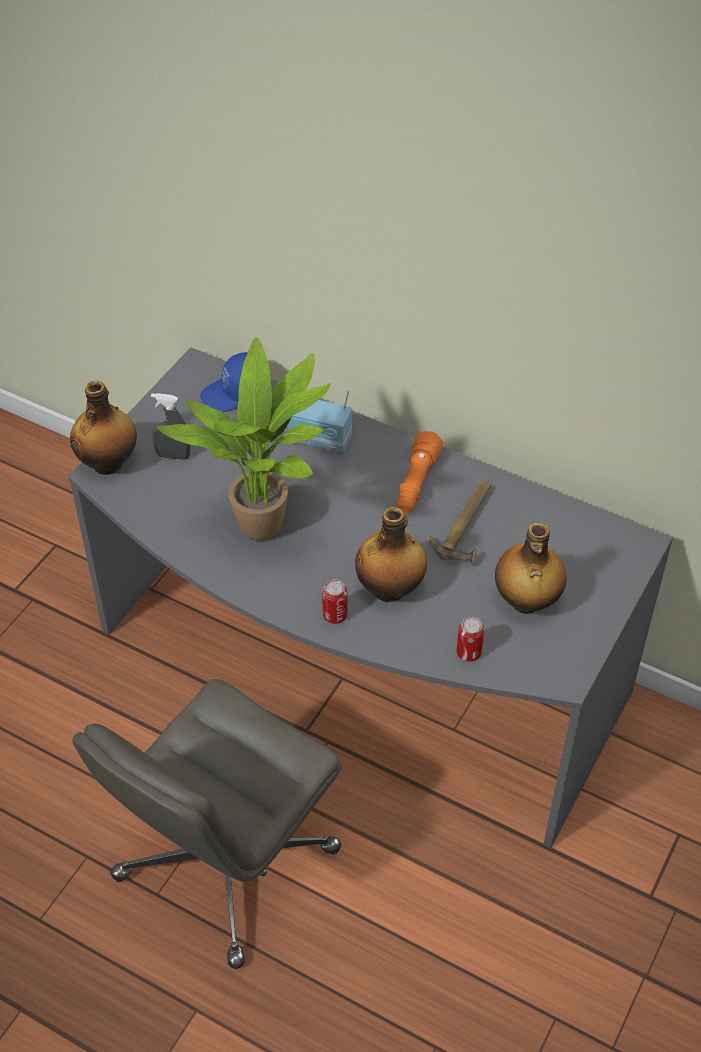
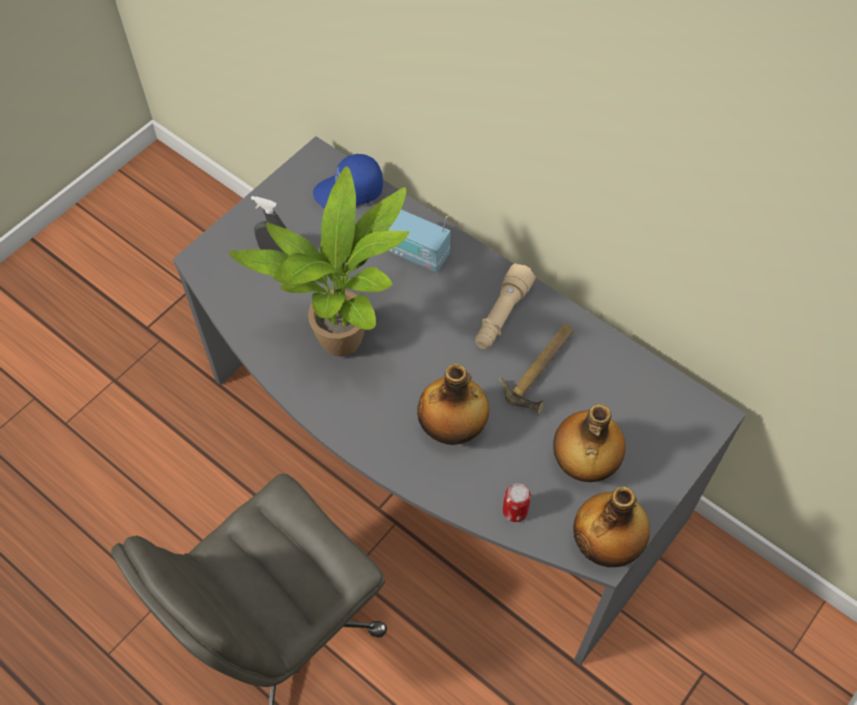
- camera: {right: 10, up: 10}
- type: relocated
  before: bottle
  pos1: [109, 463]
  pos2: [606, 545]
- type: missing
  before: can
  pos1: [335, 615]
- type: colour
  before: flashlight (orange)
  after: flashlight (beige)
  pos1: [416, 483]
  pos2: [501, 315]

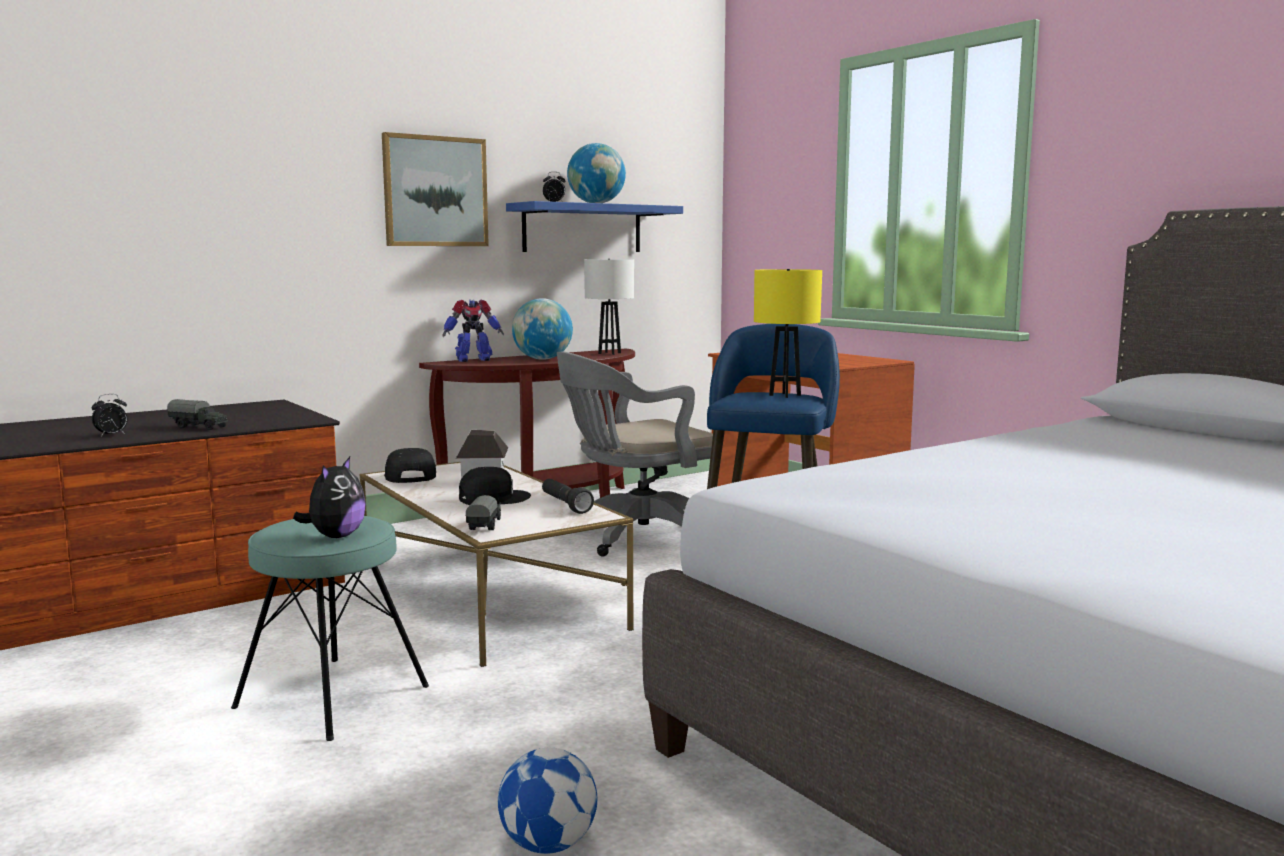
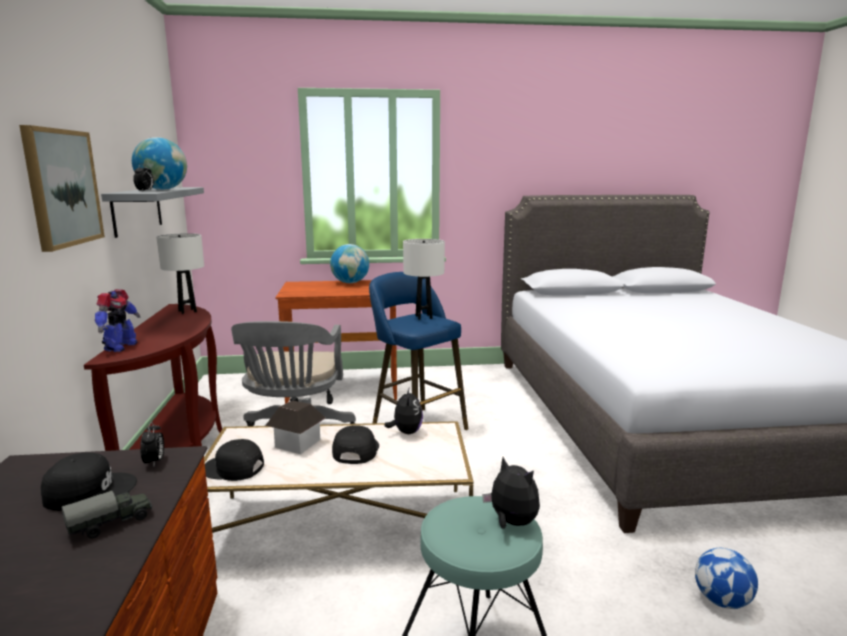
- camera: {right: -60, up: 5}
- type: relocated
  before: alarm clock
  pos1: [112, 435]
  pos2: [154, 462]
- type: missing
  before: toy truck
  pos1: [485, 525]
- type: colour
  before: shelf (blue)
  after: shelf (grey)
  pos1: [582, 228]
  pos2: [137, 210]
- type: relocated
  before: globe
  pos1: [543, 359]
  pos2: [350, 283]
- type: exchanged
  before: flashlight (black)
  after: plush toy
  pos1: [565, 505]
  pos2: [406, 432]
- type: colour
  before: table lamp (yellow)
  after: table lamp (white)
  pos1: [785, 395]
  pos2: [424, 317]
- type: appeared
  after: cap (black)
  pos2: [90, 490]

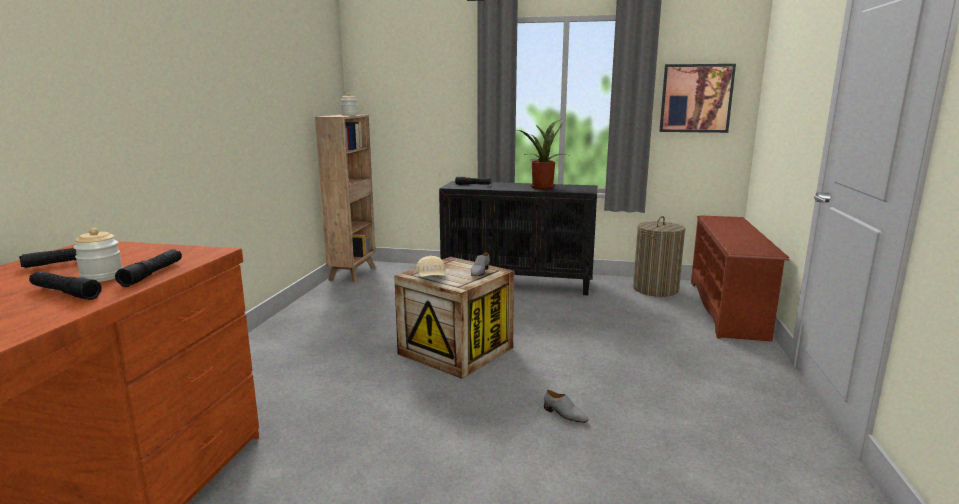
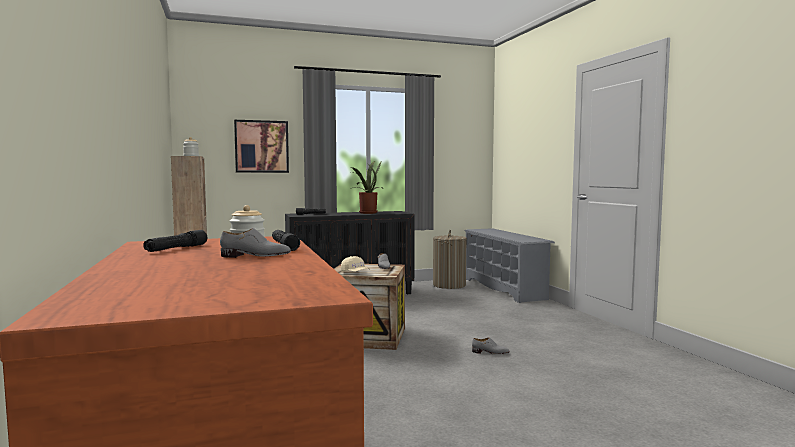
- camera: {right: -30, up: -10}
- type: exchanged
  before: flashlight (black)
  after: shoe (grey)
  pos1: [65, 293]
  pos2: [255, 256]
- type: relocated
  before: picture
  pos1: [696, 98]
  pos2: [261, 146]
- type: colour
  before: shoe rack (brown)
  after: shoe rack (grey)
  pos1: [728, 309]
  pos2: [504, 288]

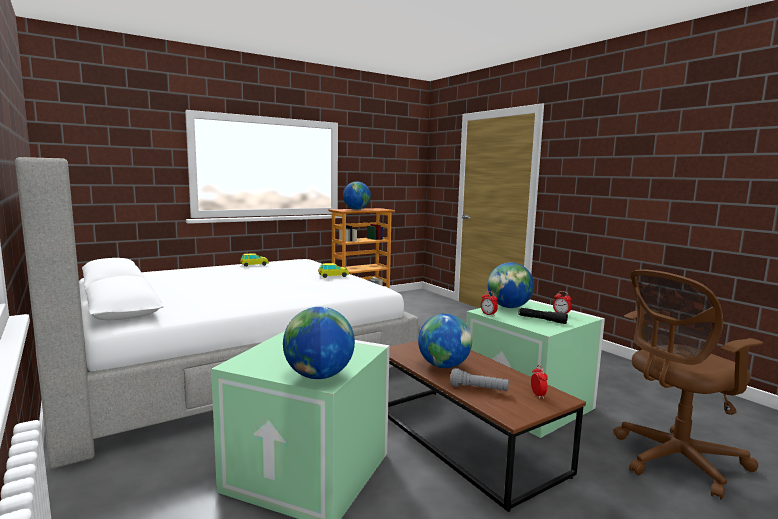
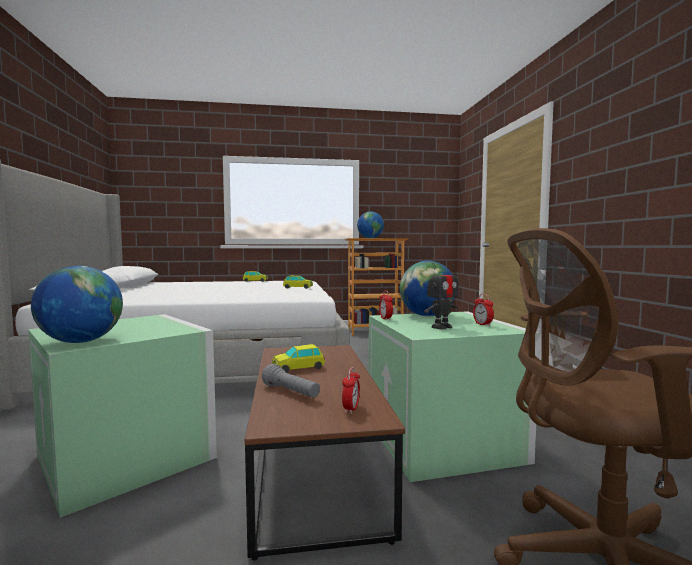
- camera: {right: 25, up: -5}
- type: exchanged
  before: globe
  after: toy car
  pos1: [443, 366]
  pos2: [298, 368]
- type: exchanged
  before: flashlight (black)
  after: toy robot
  pos1: [542, 320]
  pos2: [441, 327]

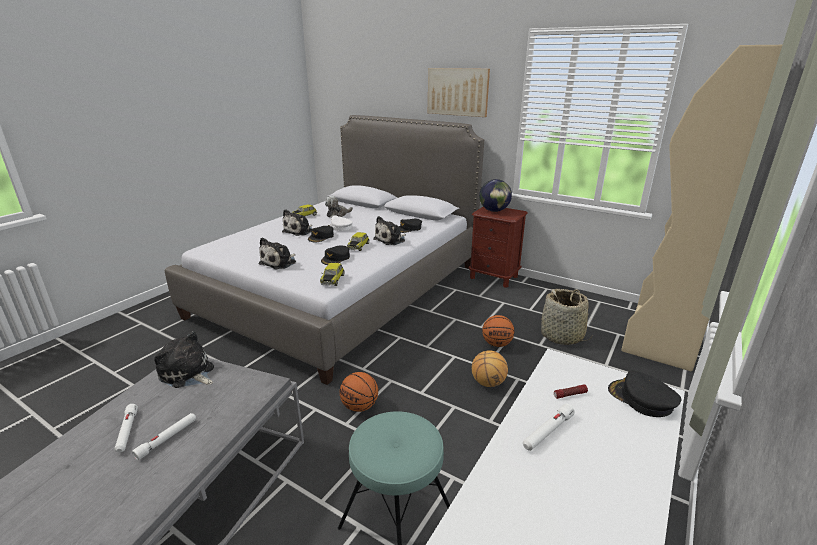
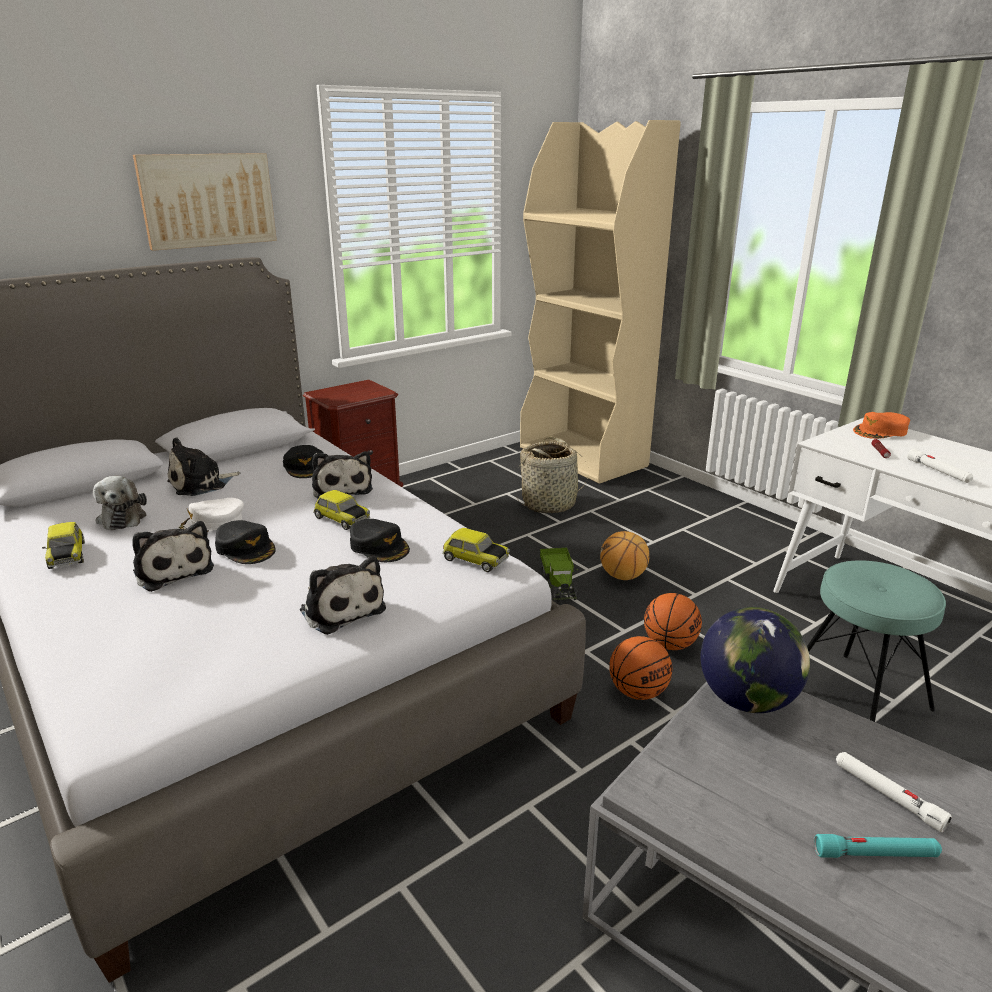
- camera: {right: -70, up: 0}
- type: colour
  before: flashlight (white)
  after: flashlight (turquoise)
  pos1: [127, 432]
  pos2: [876, 854]
- type: relocated
  before: plush toy
  pos1: [188, 373]
  pos2: [201, 484]
- type: relocated
  before: globe
  pos1: [494, 211]
  pos2: [746, 700]
- type: relocated
  before: basketball
  pos1: [496, 344]
  pos2: [669, 644]
- type: colour
  before: cap (black)
  after: cap (orange)
  pos1: [641, 399]
  pos2: [880, 431]
- type: appeared
  after: toy truck
  pos2: [559, 583]

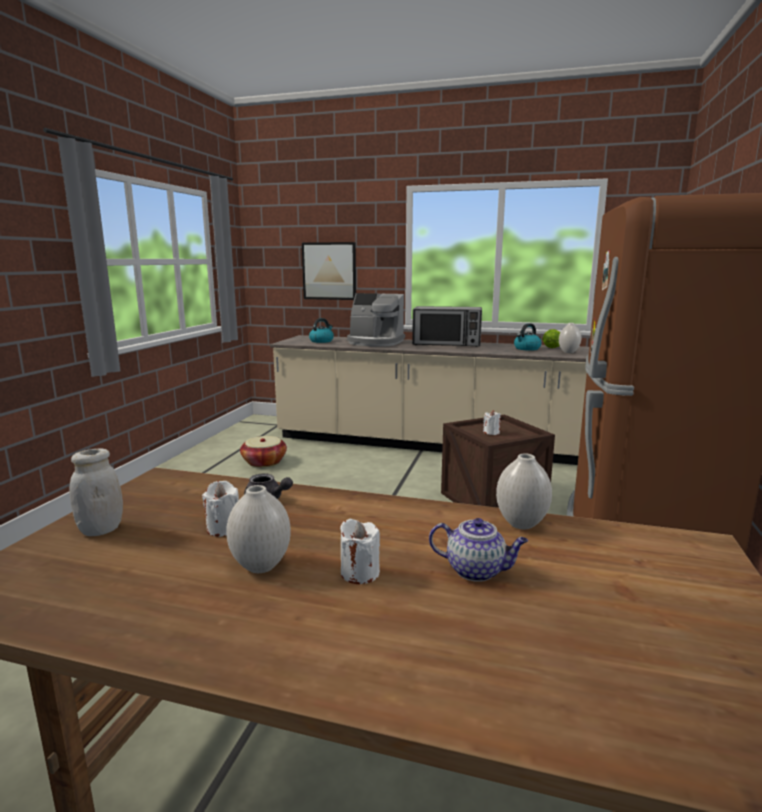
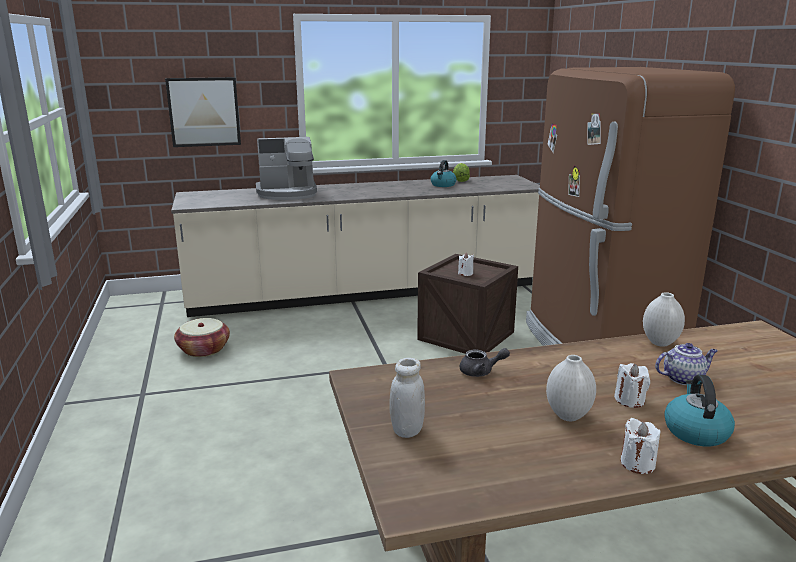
- camera: {right: -30, up: 5}
- type: relocated
  before: candle (white)
  pos1: [224, 528]
  pos2: [637, 464]
- type: relocated
  before: kettle
  pos1: [321, 341]
  pos2: [695, 431]
- type: missing
  before: microwave
  pos1: [446, 344]
- type: missing
  before: vase (white)
  pos1: [568, 352]

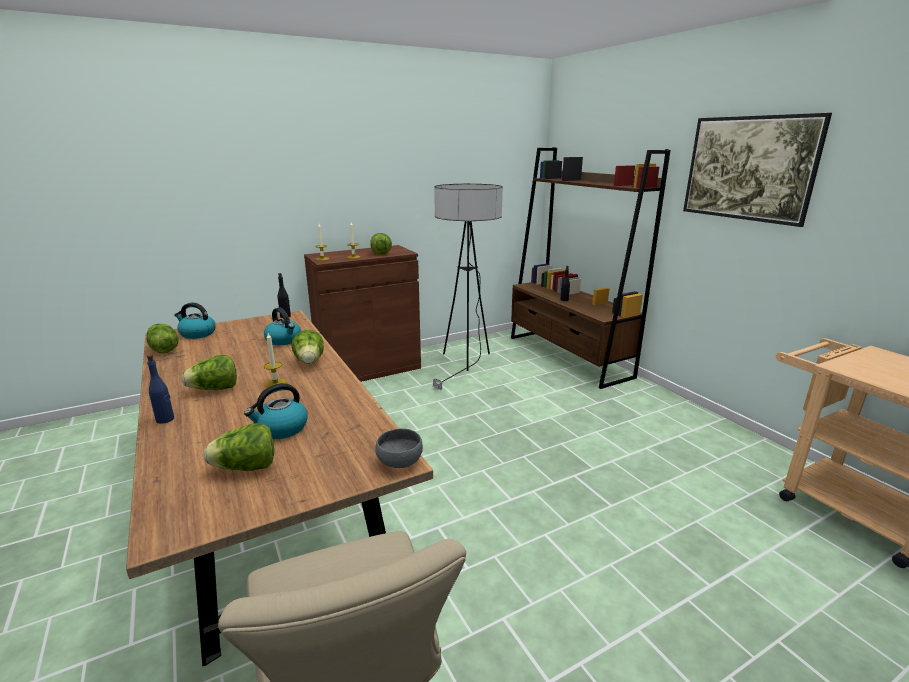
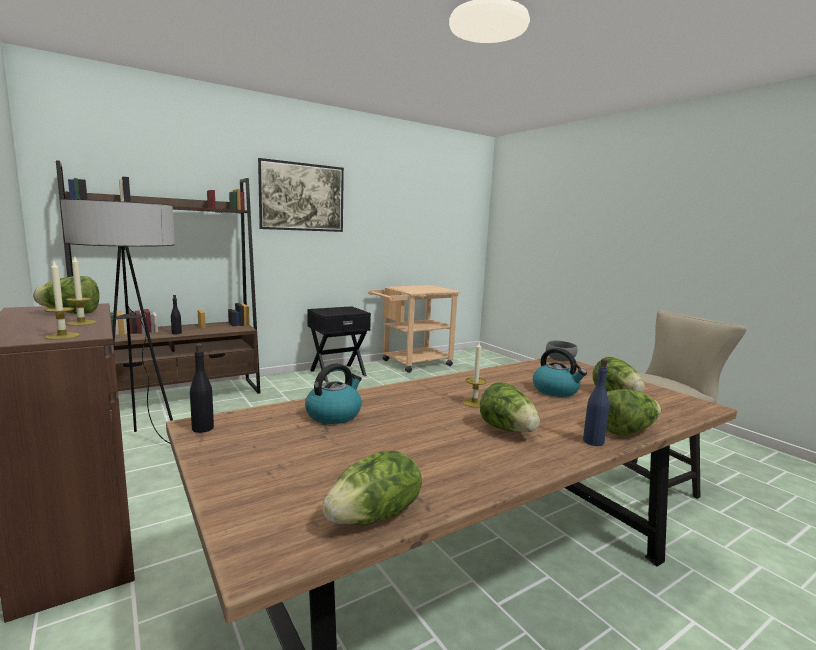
- camera: {right: -95, up: -10}
- type: missing
  before: kettle
  pos1: [197, 334]
- type: relocated
  before: lettuce
  pos1: [310, 362]
  pos2: [626, 431]
- type: appeared
  after: nightstand (black)
  pos2: [337, 372]

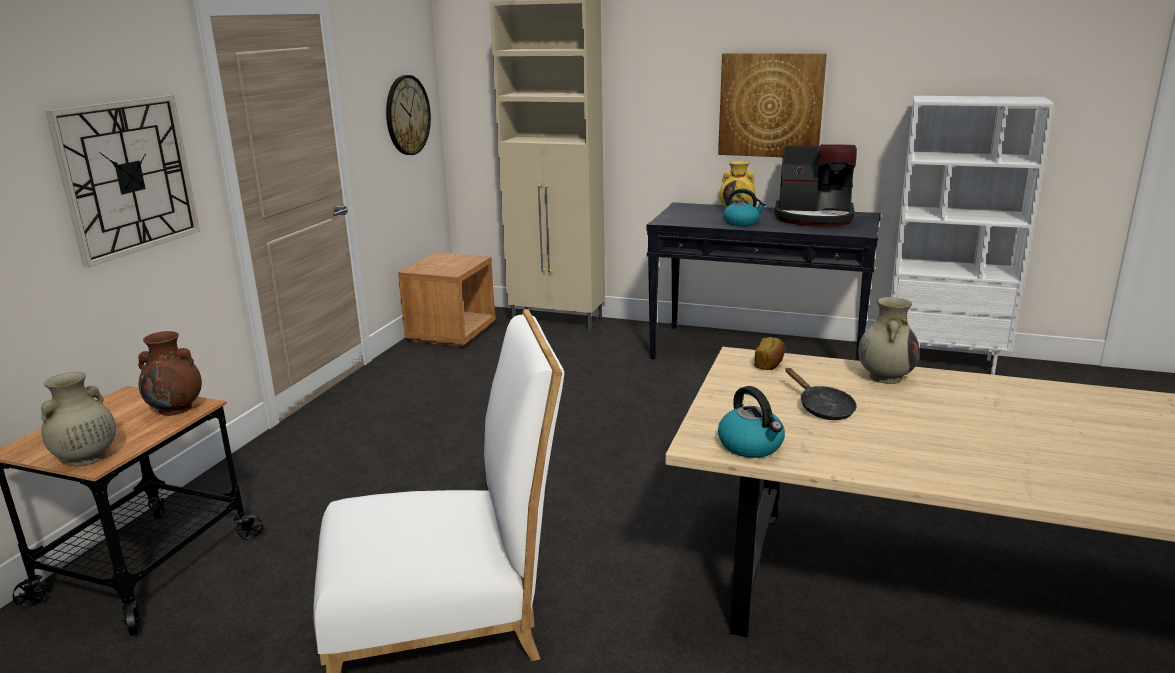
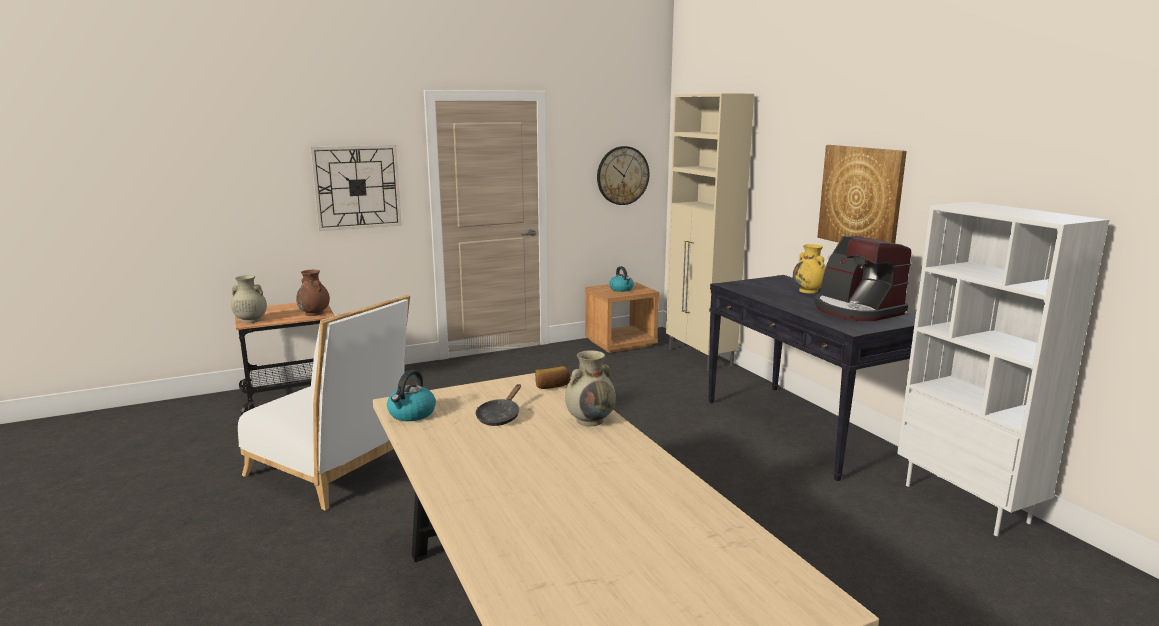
- camera: {right: 45, up: -5}
- type: relocated
  before: kettle
  pos1: [742, 223]
  pos2: [621, 289]

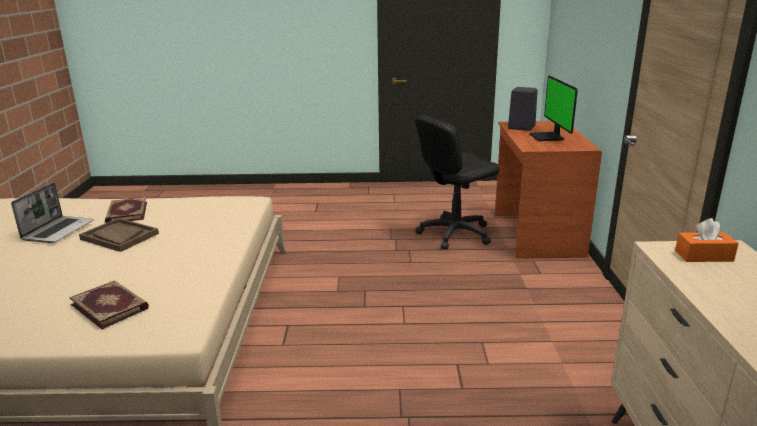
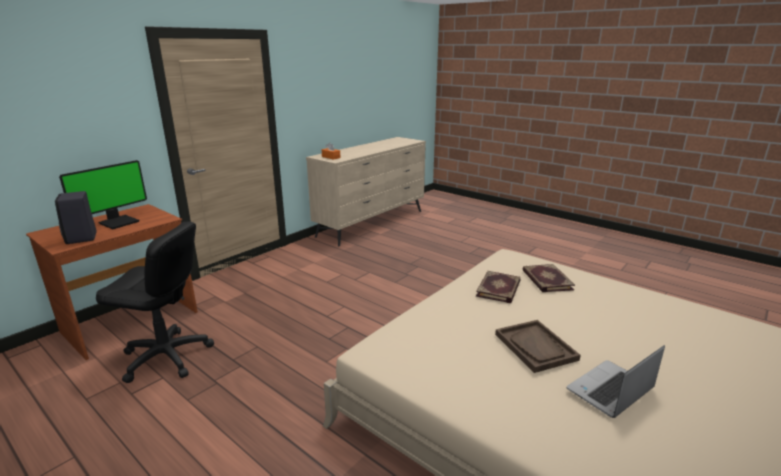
- camera: {right: -140, up: 0}
- type: relocated
  before: book
  pos1: [126, 212]
  pos2: [499, 289]

